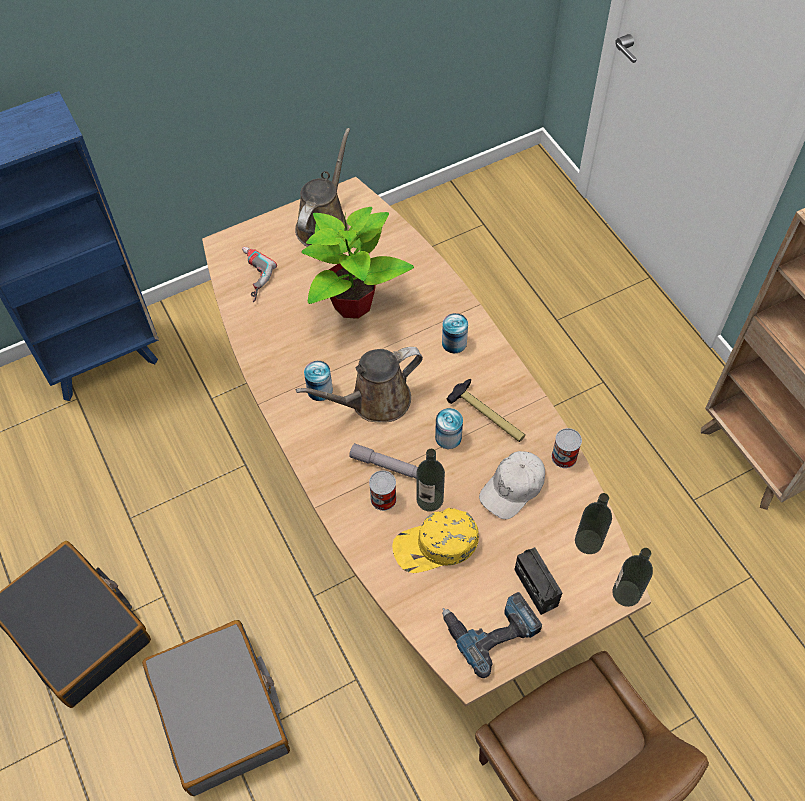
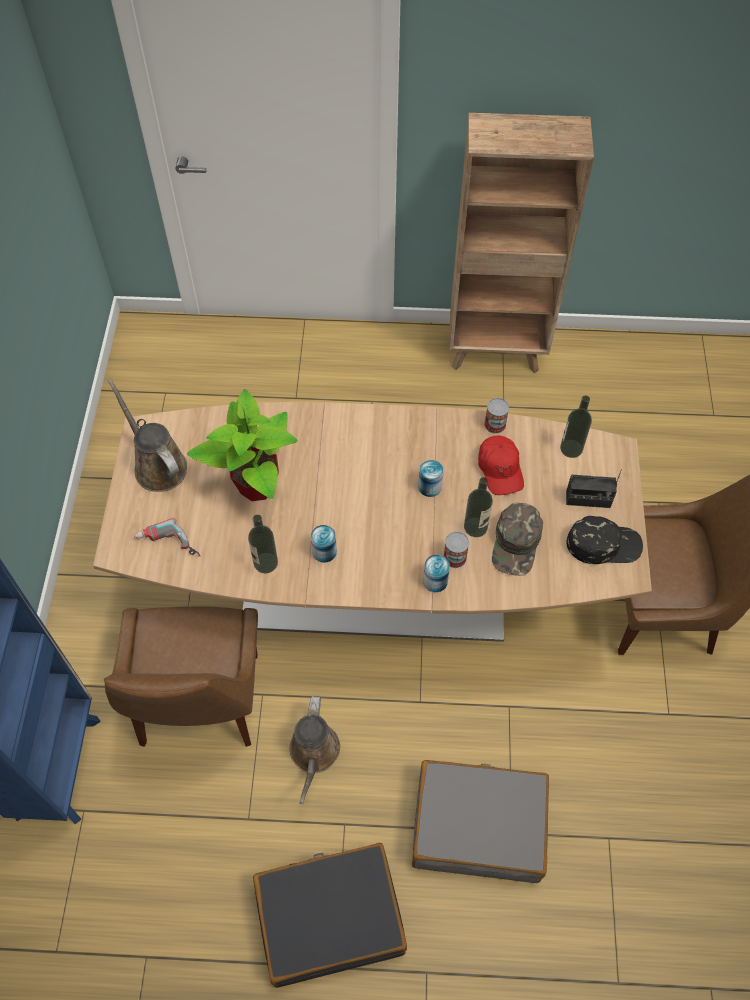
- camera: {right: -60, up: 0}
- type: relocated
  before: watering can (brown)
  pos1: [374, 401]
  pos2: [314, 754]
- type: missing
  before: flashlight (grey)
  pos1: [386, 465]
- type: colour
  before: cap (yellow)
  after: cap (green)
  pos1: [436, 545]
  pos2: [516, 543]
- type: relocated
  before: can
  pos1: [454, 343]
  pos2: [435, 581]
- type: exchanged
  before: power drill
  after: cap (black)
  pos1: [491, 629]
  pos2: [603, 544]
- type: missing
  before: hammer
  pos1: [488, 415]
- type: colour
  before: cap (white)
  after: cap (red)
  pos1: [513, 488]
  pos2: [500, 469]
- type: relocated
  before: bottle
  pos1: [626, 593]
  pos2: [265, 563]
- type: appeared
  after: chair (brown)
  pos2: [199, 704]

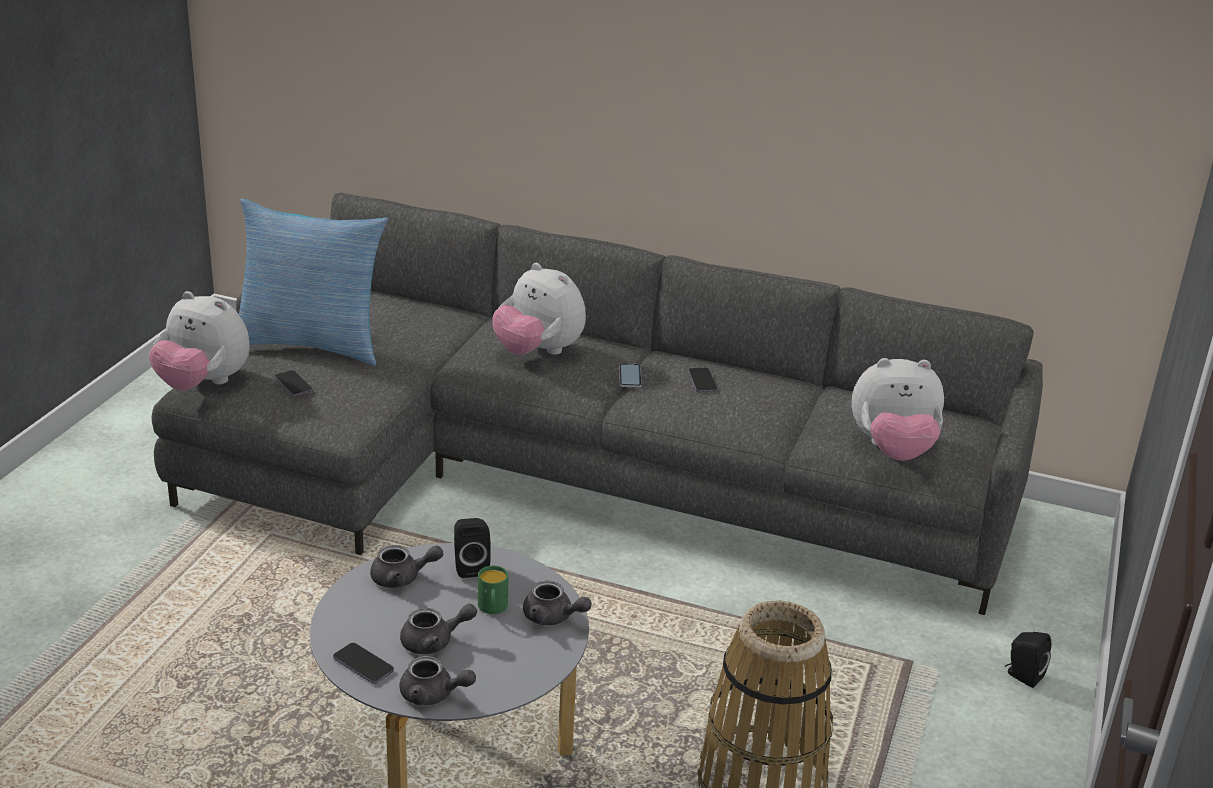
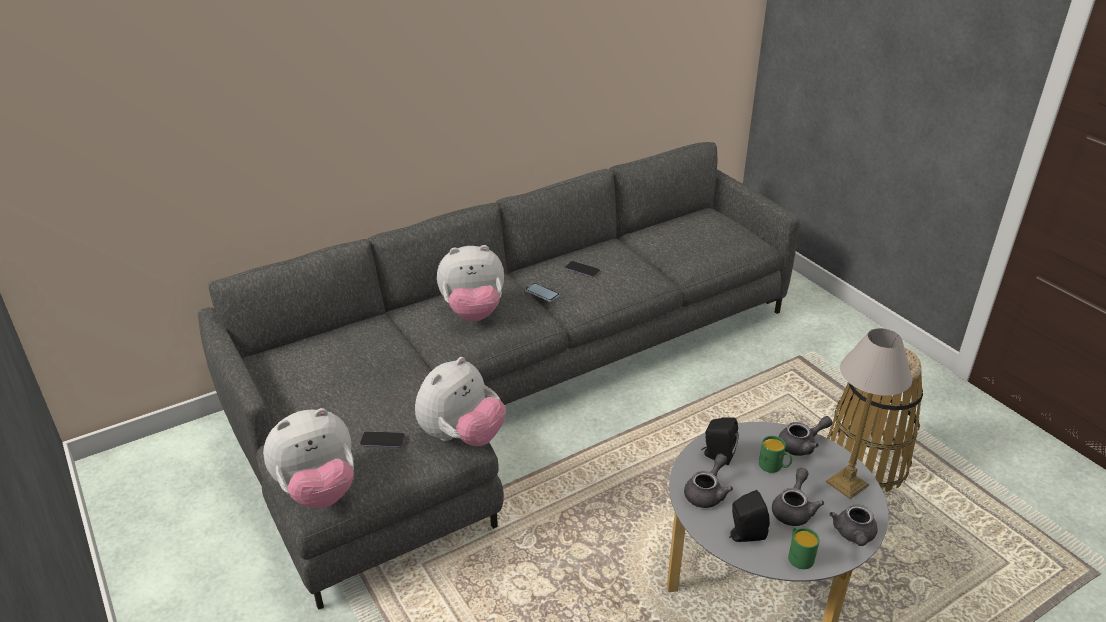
- camera: {right: -50, up: 5}
- type: missing
  before: pillow
  pos1: [311, 343]
- type: exchanged
  before: phone
  after: mug (green)
  pos1: [363, 665]
  pos2: [798, 555]
- type: spun
  before: teapot (grey)
  pos1: [433, 695]
  pos2: [854, 535]
  turn: 135
- type: relocated
  before: plush toy
  pos1: [892, 450]
  pos2: [461, 436]
- type: relocated
  before: speaker (black)
  pos1: [1022, 676]
  pos2: [744, 535]
- type: appeared
  after: table lamp
  pos2: [846, 483]

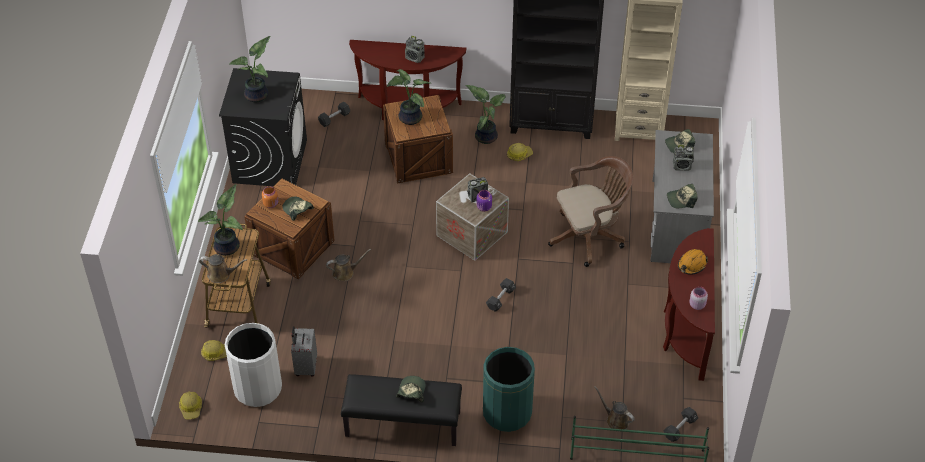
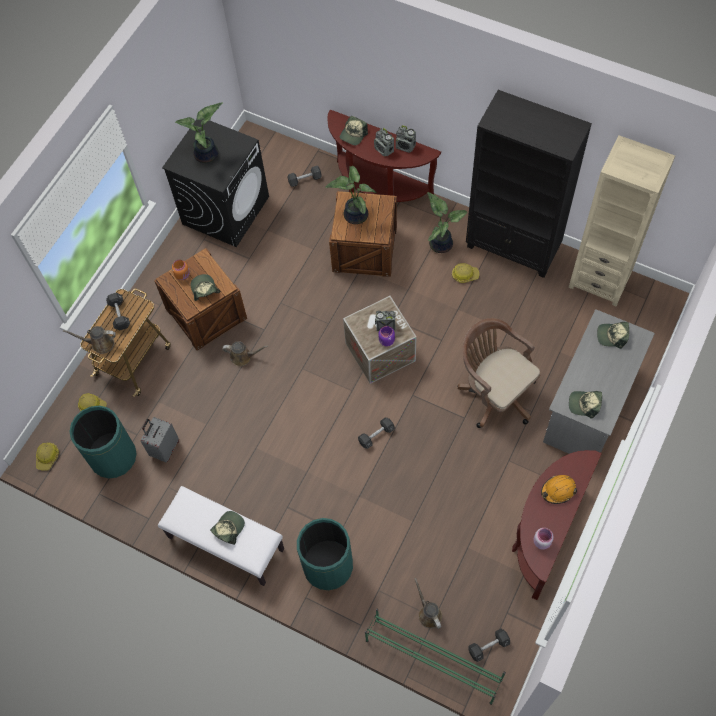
- camera: {right: 25, up: 15}
- type: exchanged
  before: potted plant
  after: dumbbell (black)
  pos1: [228, 247]
  pos2: [119, 314]
- type: spun
  before: watering can (brown)
  pos1: [221, 274]
  pos2: [100, 344]
  turn: 150
- type: colour
  before: trash can (white)
  after: trash can (green)
  pos1: [257, 388]
  pos2: [113, 457]
- type: colour
  before: bench (black)
  after: bench (white)
  pos1: [402, 424]
  pos2: [225, 544]
- type: spun
  before: office chair (brown)
  pos1: [590, 236]
  pos2: [494, 393]
  turn: -135
- type: relocated
  before: radio
  pos1: [682, 166]
  pos2: [405, 146]
- type: appeared
  after: cap
  pos2: [353, 134]

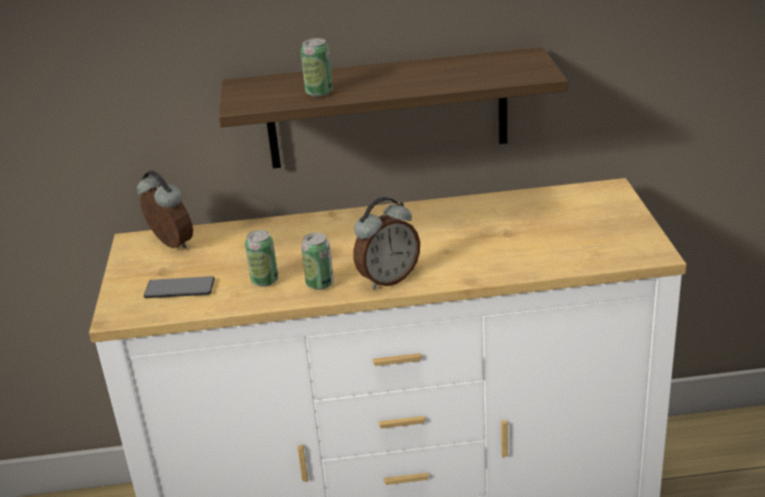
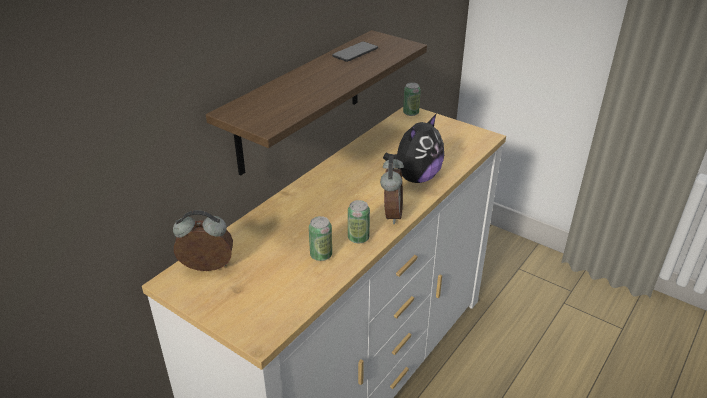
- camera: {right: -50, up: 5}
- type: relocated
  before: phone
  pos1: [179, 289]
  pos2: [355, 52]
- type: relocated
  before: can
  pos1: [319, 92]
  pos2: [411, 113]
- type: appeared
  after: plush toy
  pos2: [415, 178]

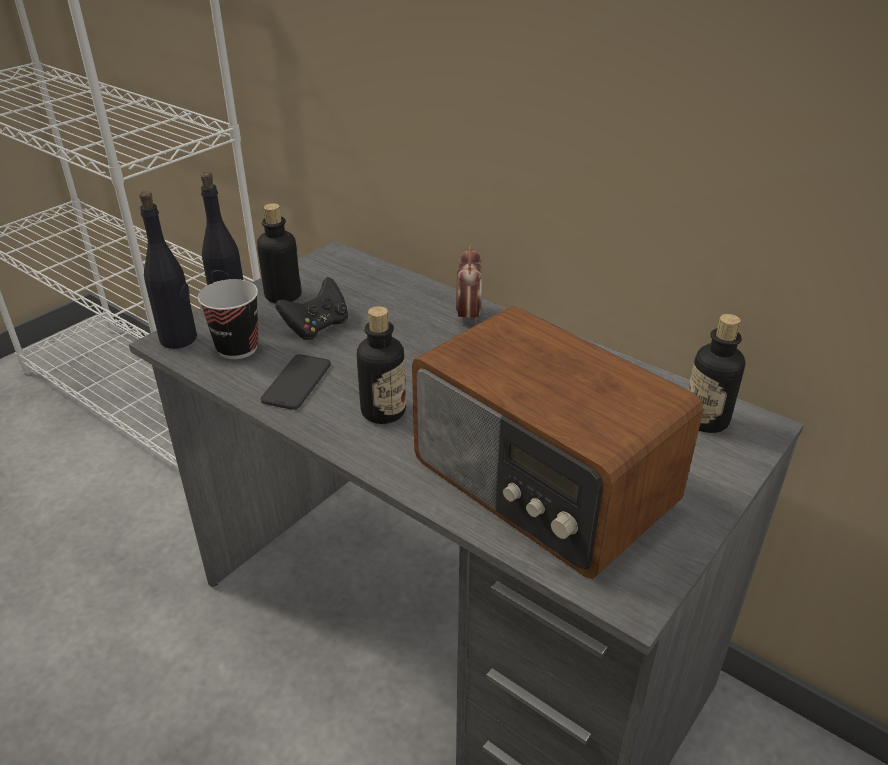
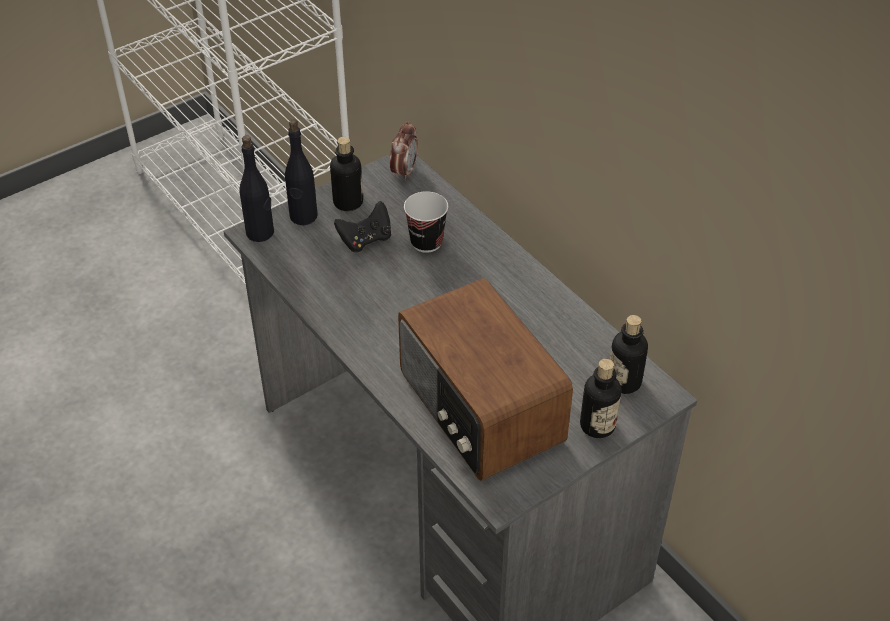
- camera: {right: 15, up: 10}
- type: relocated
  before: cup
  pos1: [237, 348]
  pos2: [426, 242]
- type: missing
  before: phone
  pos1: [297, 382]
- type: relocated
  before: bottle
  pos1: [383, 411]
  pos2: [597, 425]
- type: relocated
  before: alarm clock
  pos1: [468, 316]
  pos2: [404, 171]

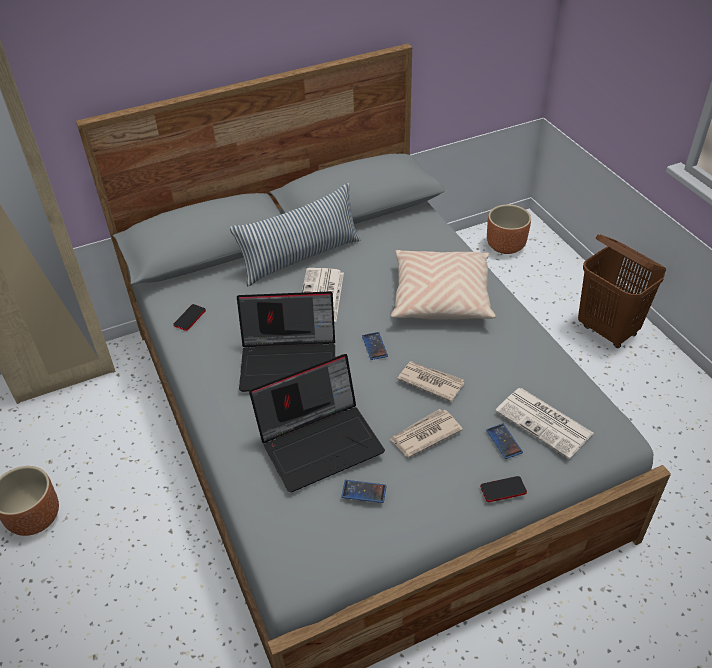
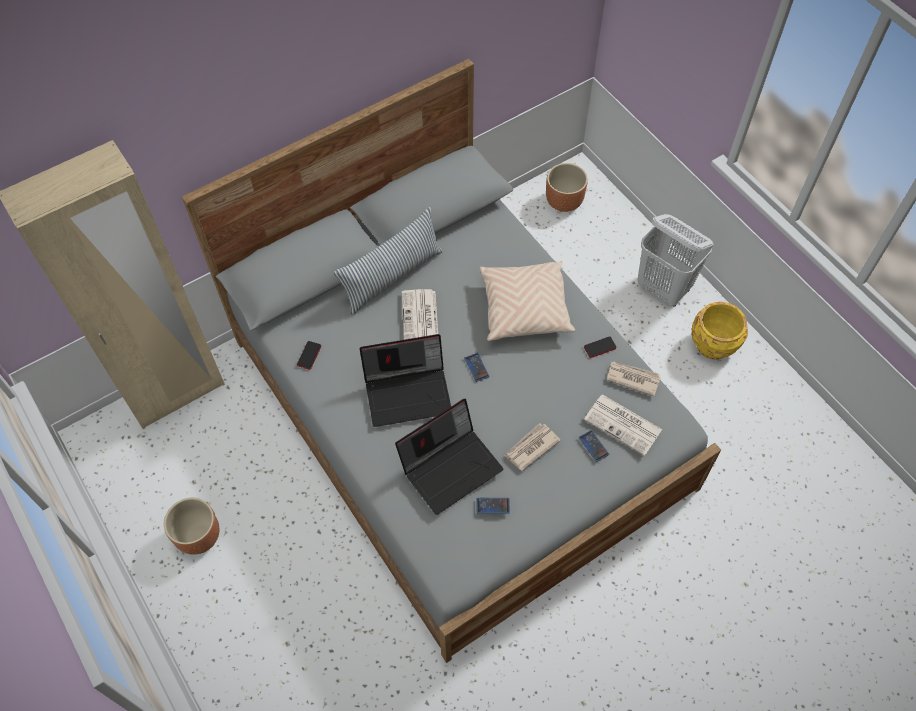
- camera: {right: -10, up: 15}
- type: relocated
  before: newspaper
  pos1: [430, 381]
  pos2: [632, 378]
- type: relocated
  before: phone
  pos1: [503, 489]
  pos2: [600, 347]
- type: colour
  before: laundry basket (brown)
  after: laundry basket (white)
  pos1: [608, 330]
  pos2: [664, 288]
- type: appeared
  after: planter (yellow)
  pos2: [713, 344]

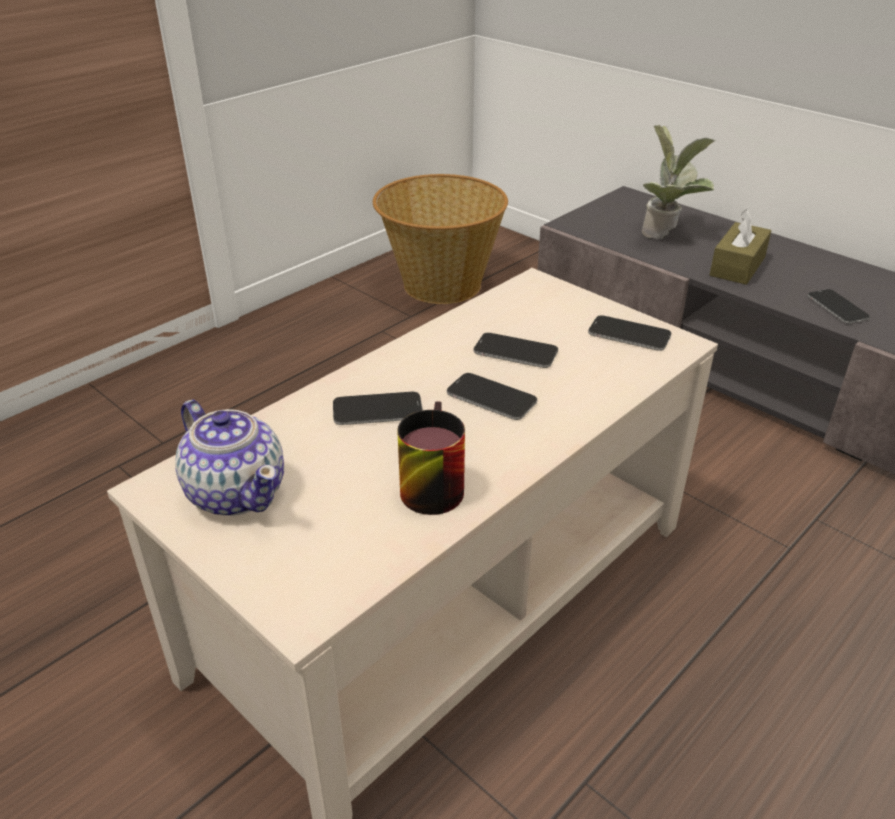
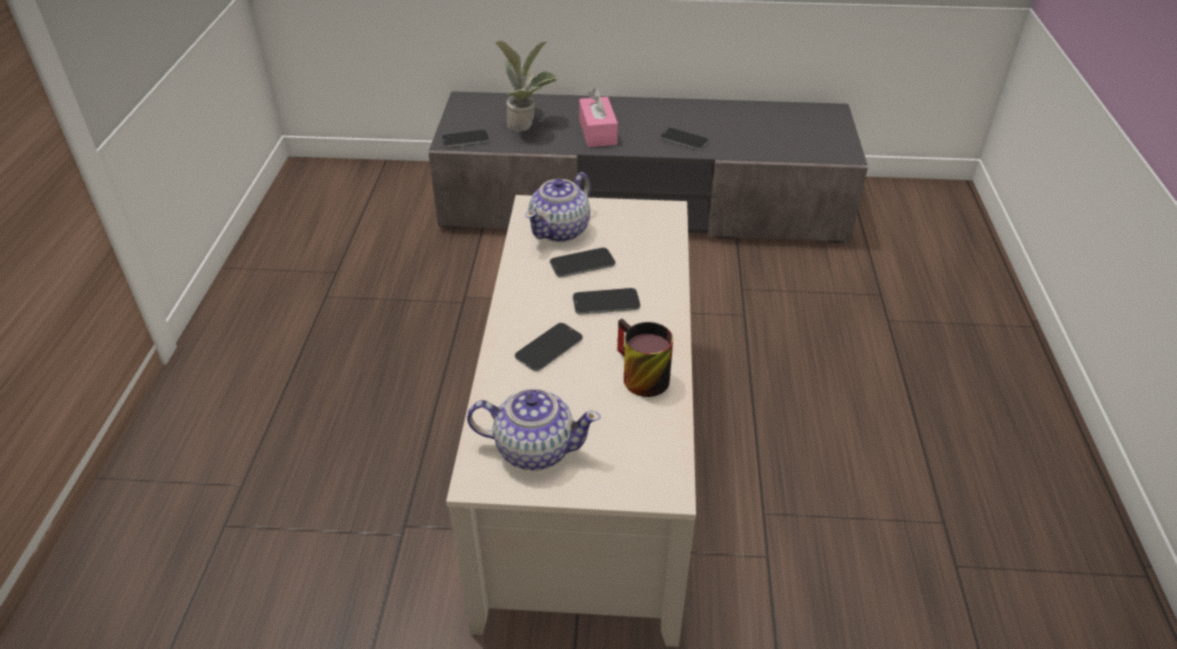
- camera: {right: -40, up: 5}
- type: missing
  before: basket
  pos1: [440, 284]
- type: relocated
  before: phone
  pos1: [629, 335]
  pos2: [465, 139]
- type: colour
  before: tissue box (brown)
  after: tissue box (pink)
  pos1: [737, 266]
  pos2: [597, 132]
- type: appeared
  after: teapot
  pos2: [561, 230]

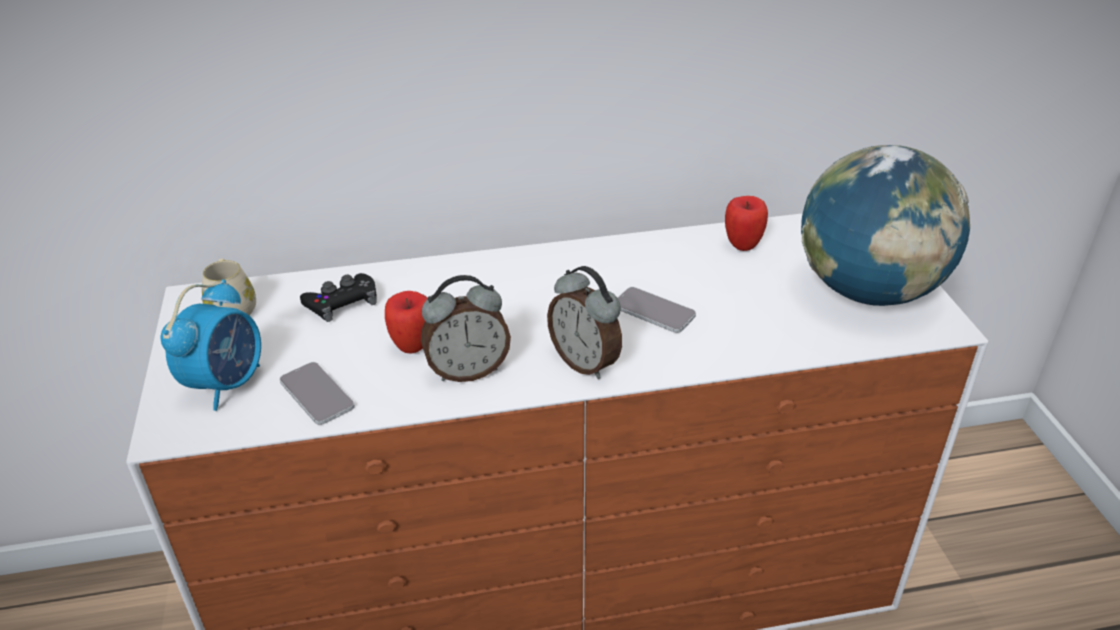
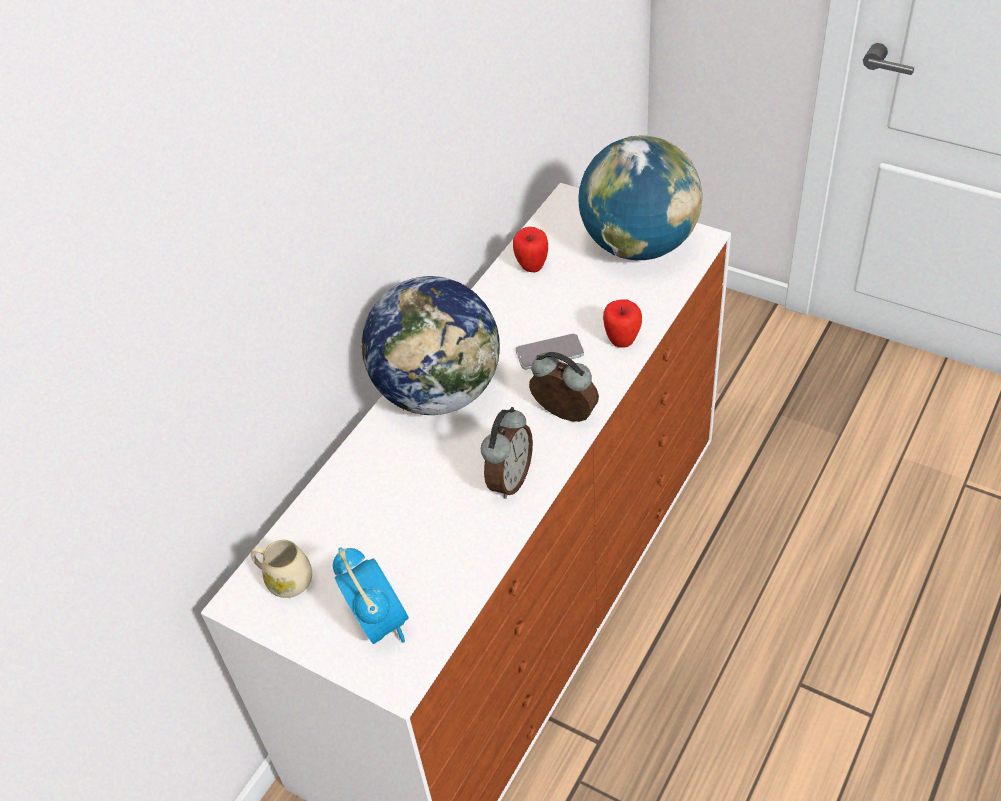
- camera: {right: -45, up: 10}
- type: missing
  before: phone
  pos1: [317, 394]
- type: missing
  before: game controller (black)
  pos1: [342, 303]
- type: relocated
  before: apple
  pos1: [413, 346]
  pos2: [622, 341]
- type: spun
  before: alarm clock
  pos1: [585, 362]
  pos2: [563, 416]
  turn: -150
- type: appeared
  after: globe
  pos2: [439, 392]

